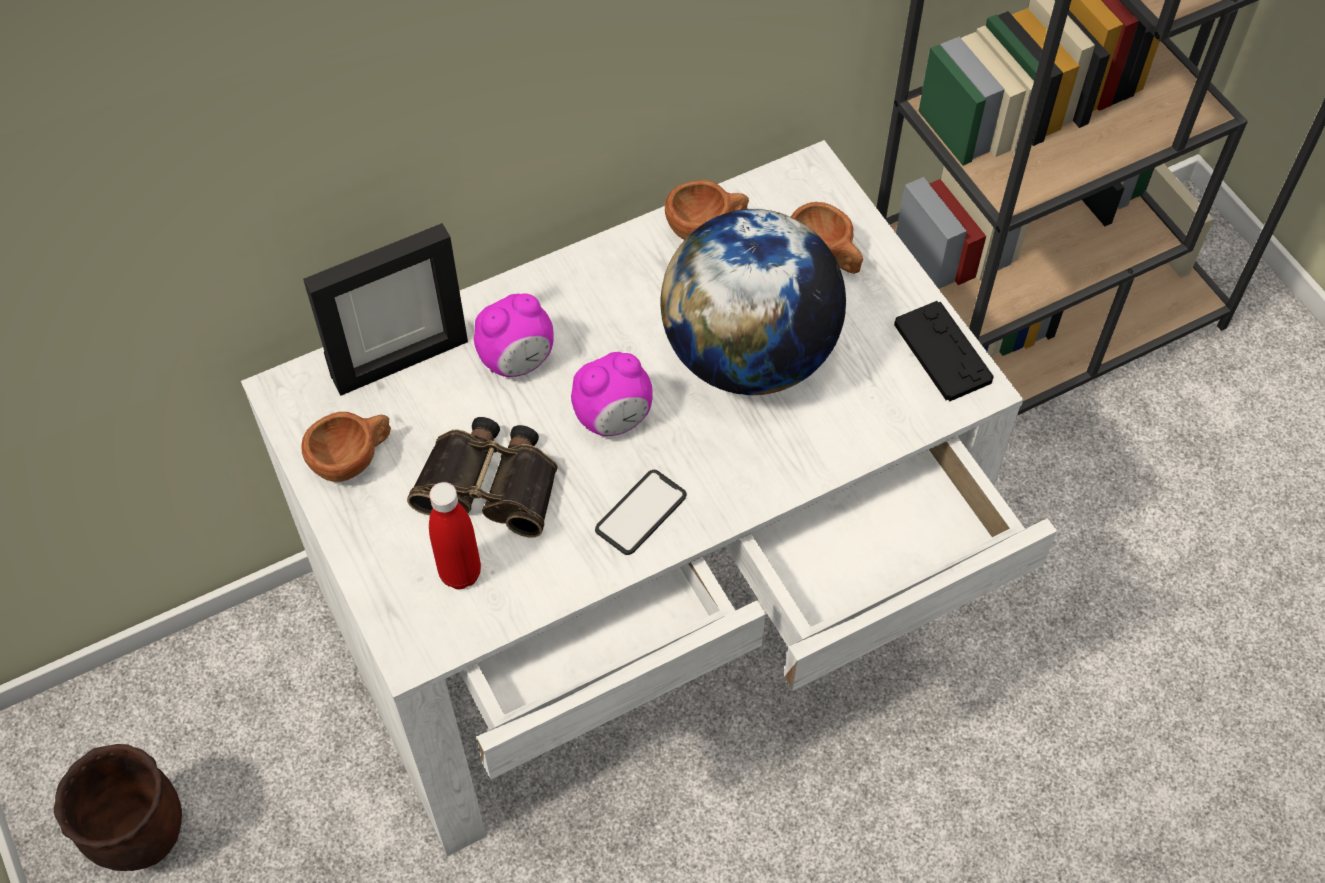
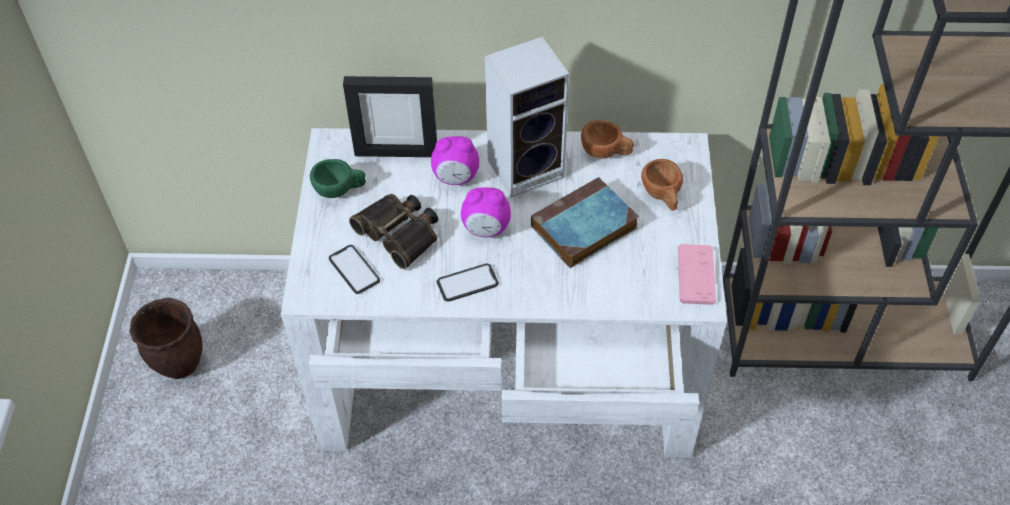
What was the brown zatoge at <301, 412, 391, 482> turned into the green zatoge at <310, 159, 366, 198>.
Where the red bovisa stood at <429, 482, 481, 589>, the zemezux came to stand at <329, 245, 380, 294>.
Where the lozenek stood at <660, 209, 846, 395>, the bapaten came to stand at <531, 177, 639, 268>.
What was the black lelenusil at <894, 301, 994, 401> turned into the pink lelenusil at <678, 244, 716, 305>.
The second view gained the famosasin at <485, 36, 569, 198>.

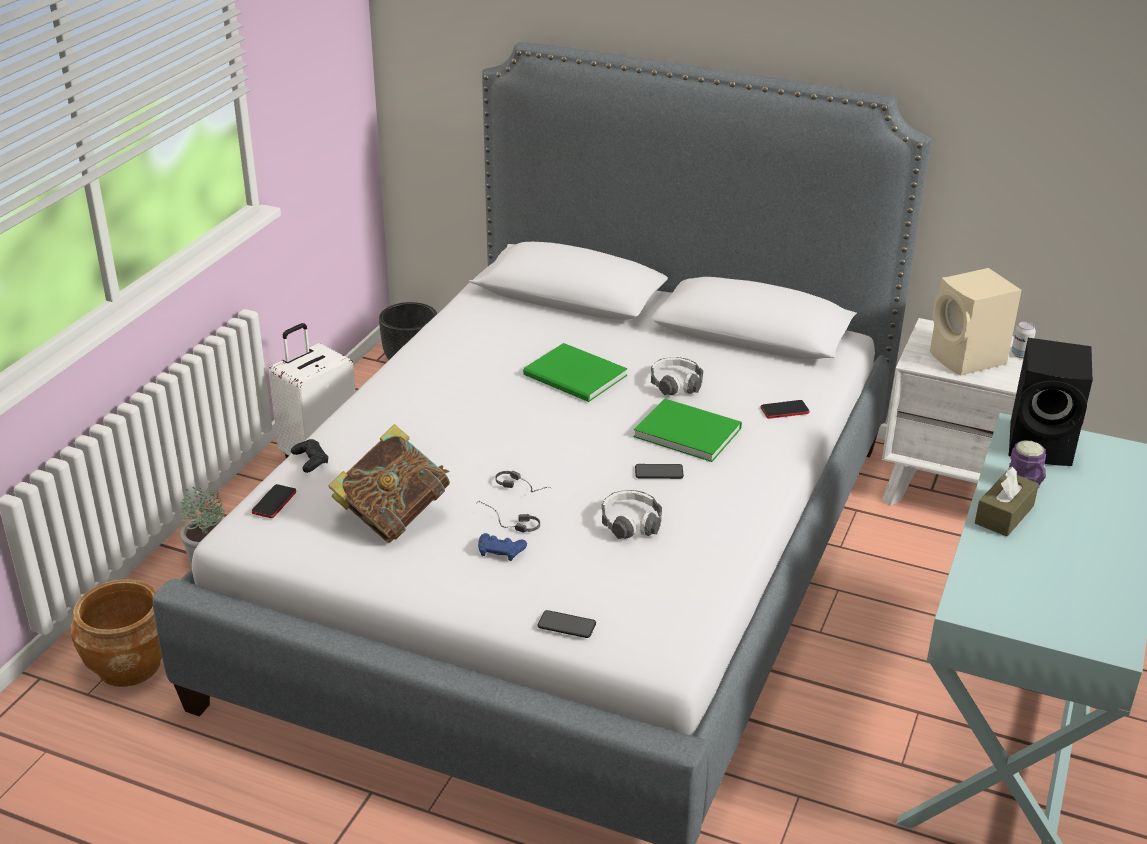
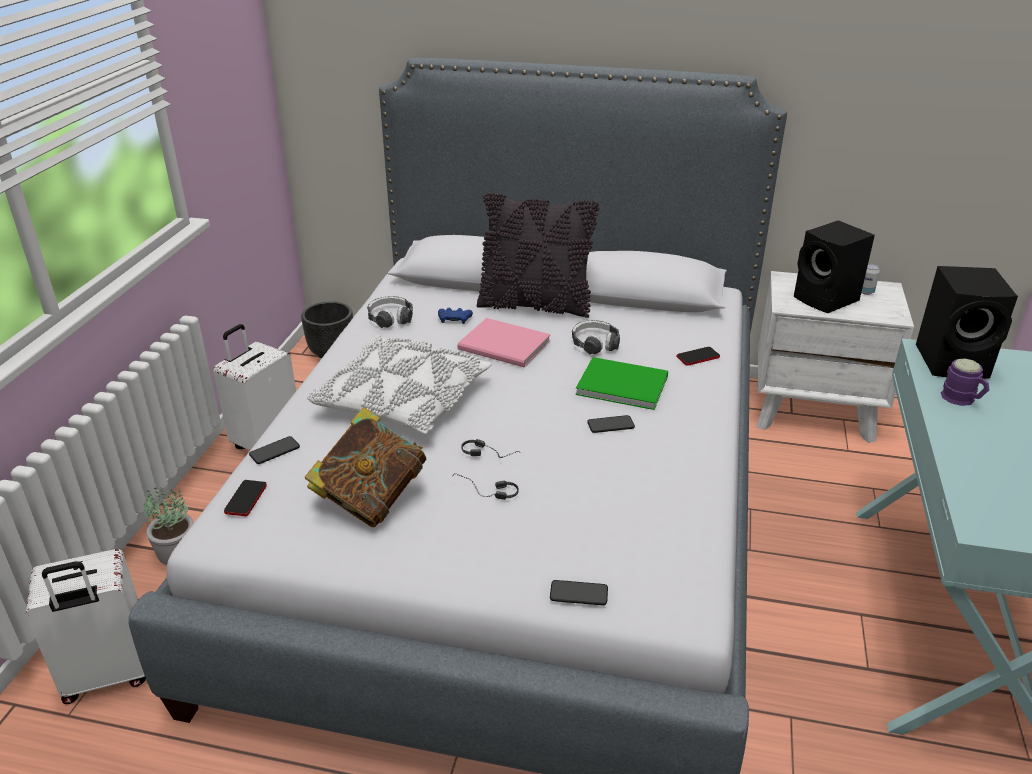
Where the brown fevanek stood at <70, 579, 162, 687>, the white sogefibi came to stand at <26, 549, 146, 704>.
Where the black lelenusil stood at <291, 439, 328, 473>, the zemezux came to stand at <249, 436, 300, 464>.
The blue lelenusil ended up elsewhere, having gone from <478, 533, 527, 561> to <438, 308, 473, 324>.
What was the green bapaten at <523, 343, 628, 402> turned into the pink bapaten at <458, 318, 551, 368>.
The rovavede ended up elsewhere, having gone from <602, 490, 662, 539> to <367, 296, 413, 328>.
What was the beige famosasin at <930, 268, 1022, 376> turned into the black famosasin at <794, 220, 875, 313>.
The second view lost the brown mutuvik at <975, 467, 1039, 536>.
The second view gained the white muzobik at <307, 335, 492, 435>.
The second view gained the black muzobik at <477, 192, 600, 318>.

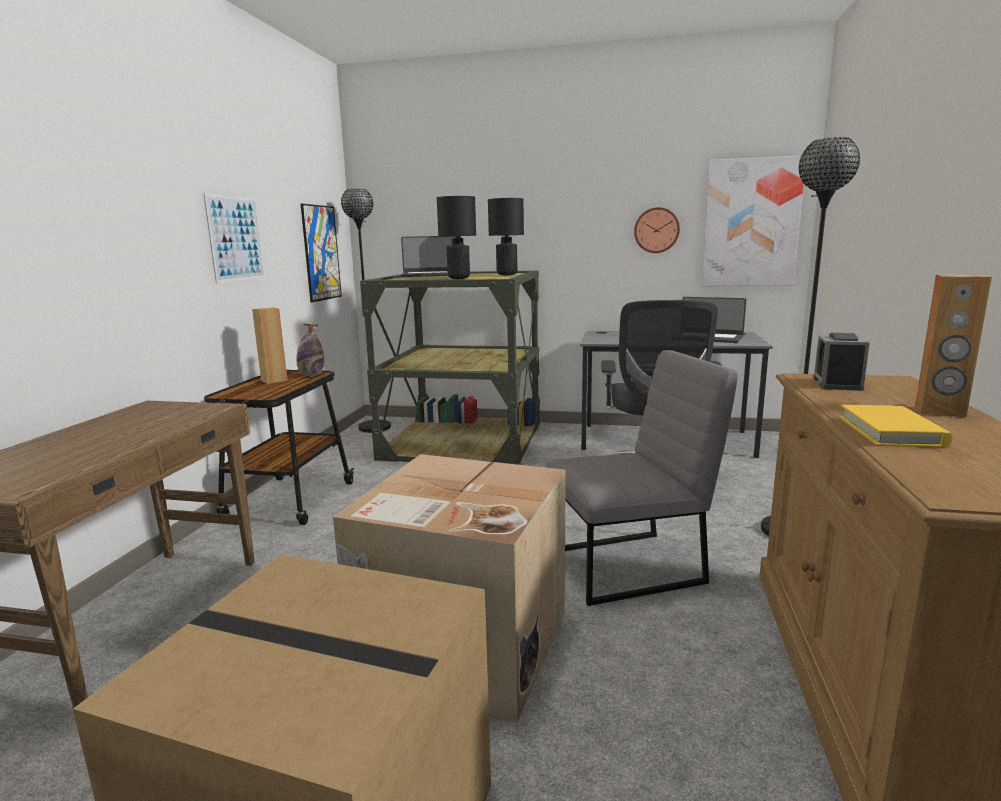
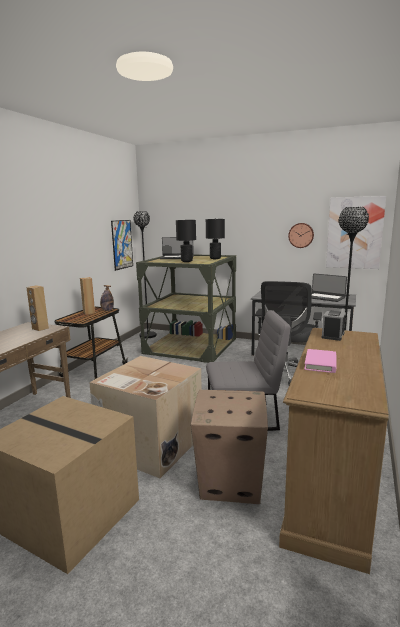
The second view lost the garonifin at <203, 193, 265, 283>.
What was the yellow bapaten at <839, 405, 953, 448> turned into the pink bapaten at <304, 349, 336, 373>.
The brown famosasin ended up elsewhere, having gone from <915, 274, 992, 417> to <26, 285, 49, 331>.
The second view gained the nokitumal at <191, 390, 268, 504>.

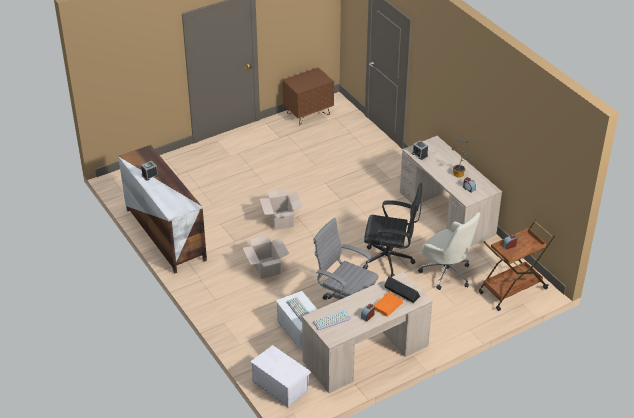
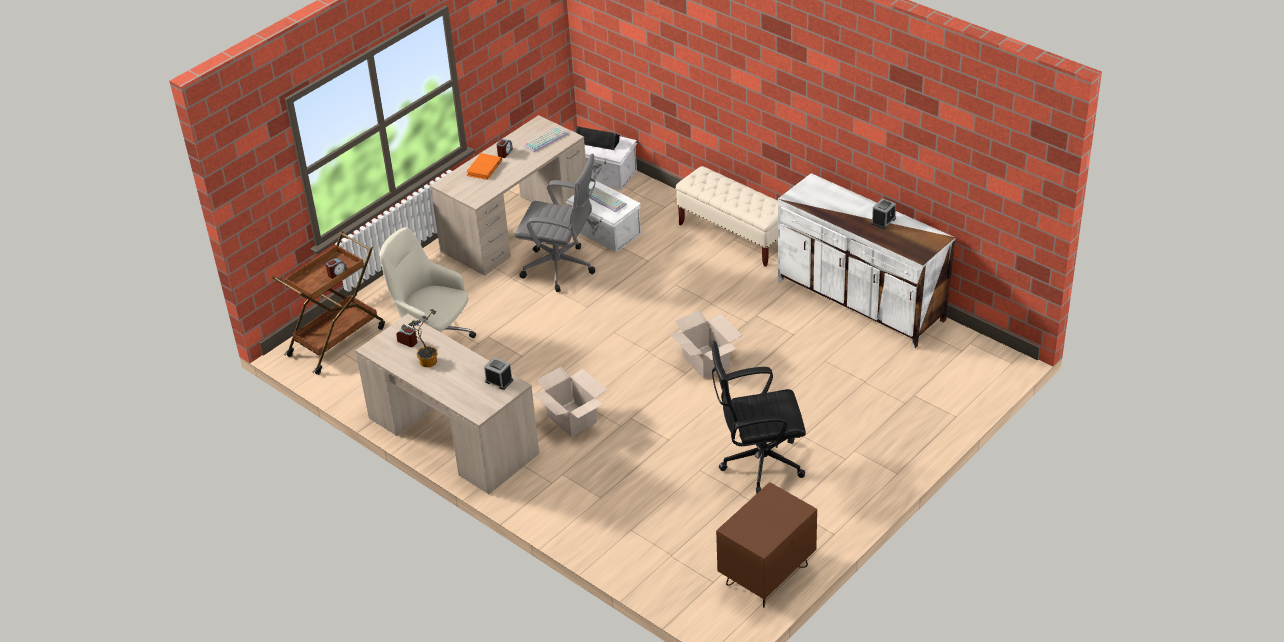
The nokitumal ended up elsewhere, having gone from <243, 235, 289, 279> to <532, 367, 607, 437>.
The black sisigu ended up elsewhere, having gone from <363, 183, 422, 277> to <712, 340, 806, 494>.
The black famosasin ended up elsewhere, having gone from <384, 276, 420, 303> to <576, 126, 620, 150>.
The second view gained the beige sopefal at <676, 166, 778, 267>.

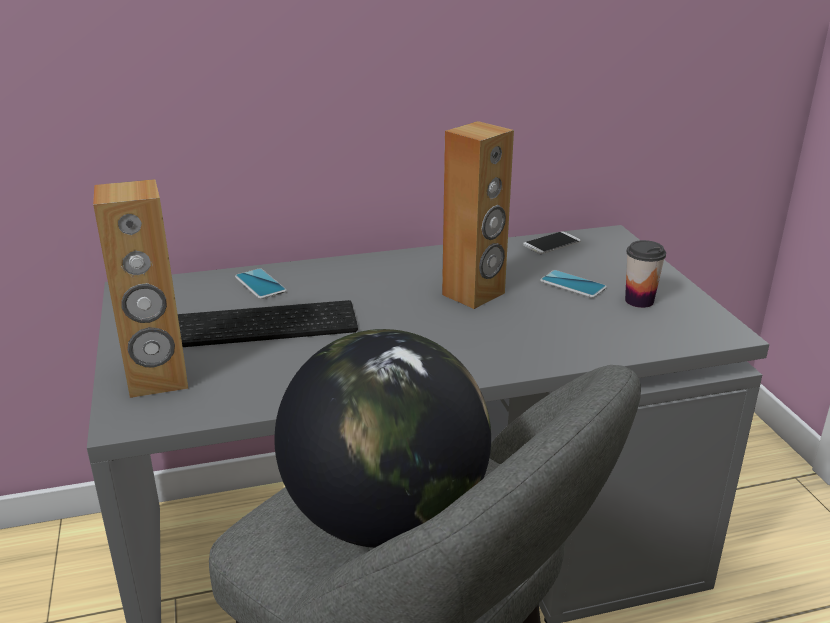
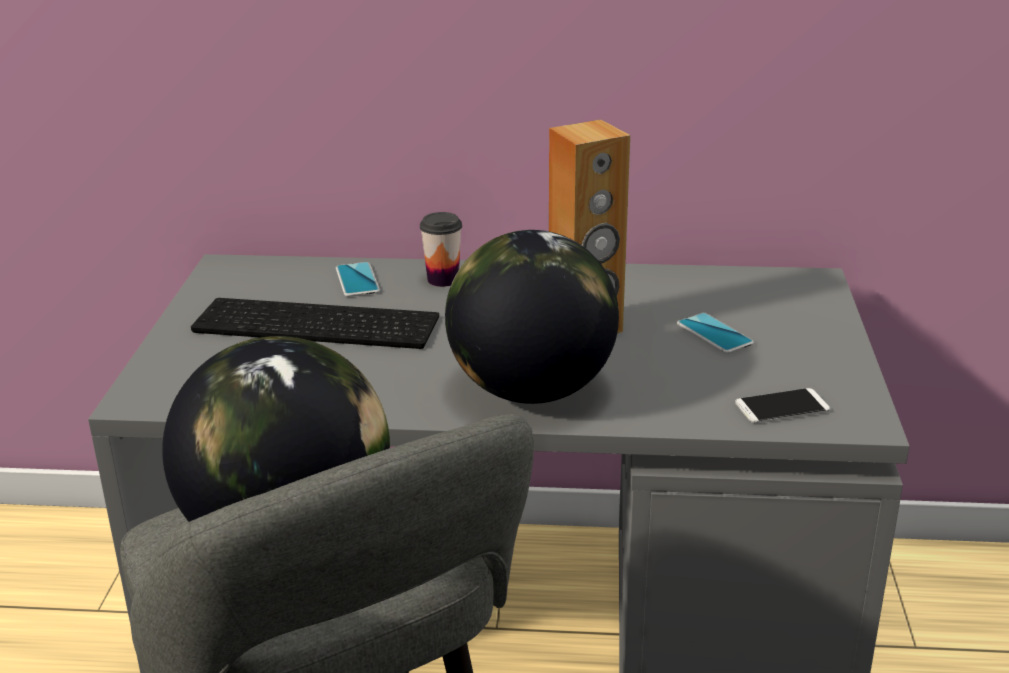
The second view lost the brown famosasin at <93, 179, 188, 398>.
The zemezux ended up elsewhere, having gone from <523, 231, 581, 254> to <735, 388, 830, 423>.
The zatoge ended up elsewhere, having gone from <625, 240, 666, 308> to <420, 212, 462, 287>.
The second view gained the lozenek at <445, 230, 619, 404>.

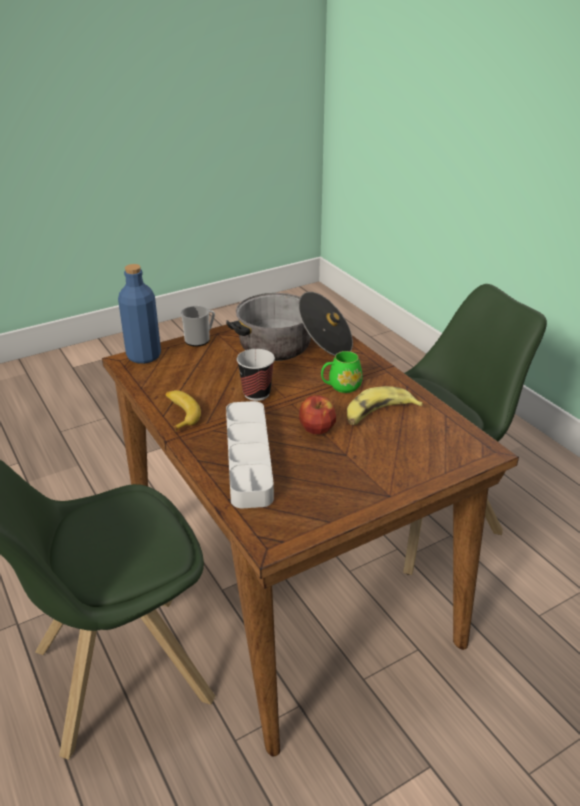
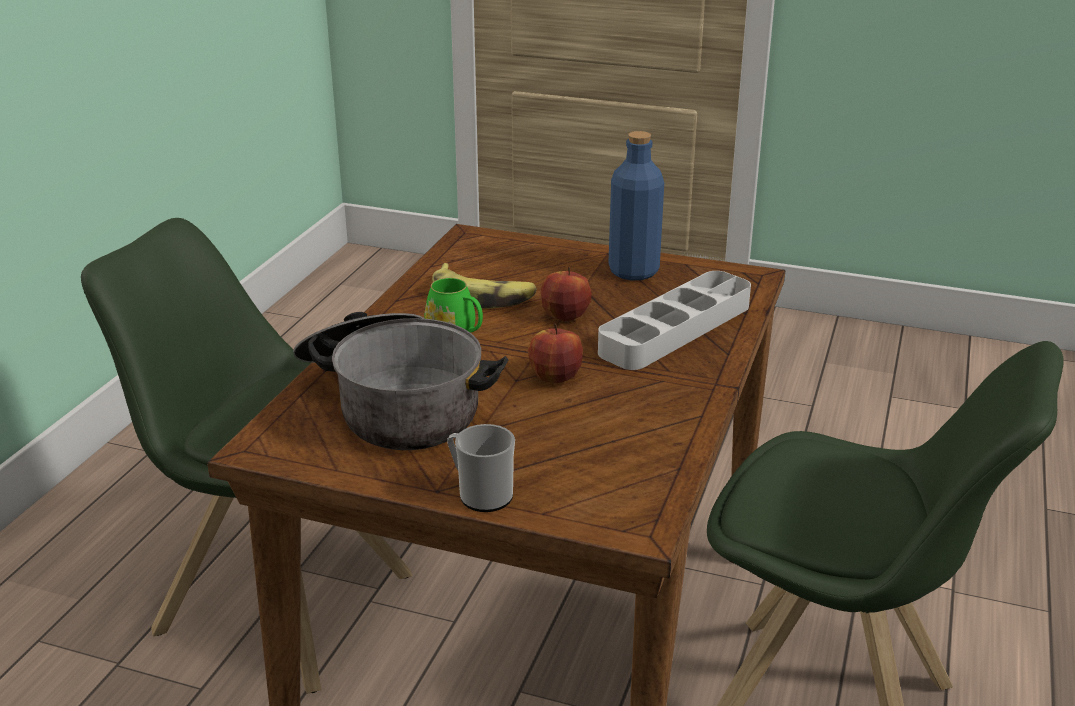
The blue bovisa ended up elsewhere, having gone from <118, 264, 161, 364> to <609, 131, 664, 281>.
The second view lost the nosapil at <166, 390, 201, 431>.
Where the zatoge stood at <237, 349, 275, 401>, the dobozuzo came to stand at <527, 324, 583, 383>.

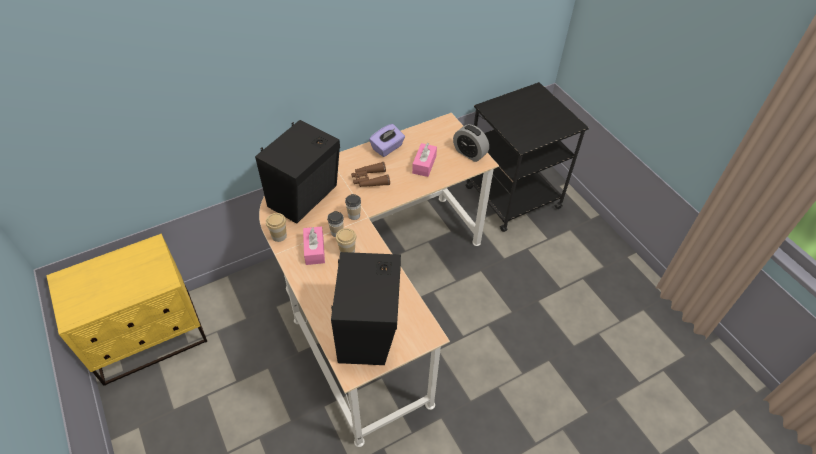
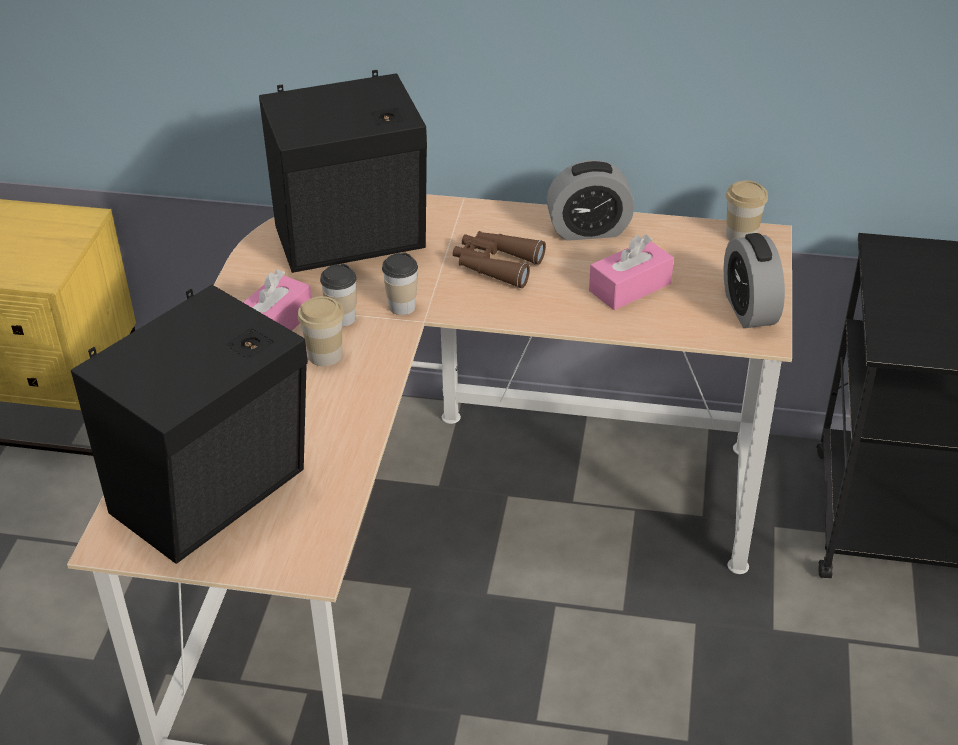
The zatoge ended up elsewhere, having gone from <266, 213, 287, 242> to <726, 180, 768, 241>.
Where the purple mutuvik stood at <369, 124, 405, 157>, the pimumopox came to stand at <547, 160, 635, 241>.

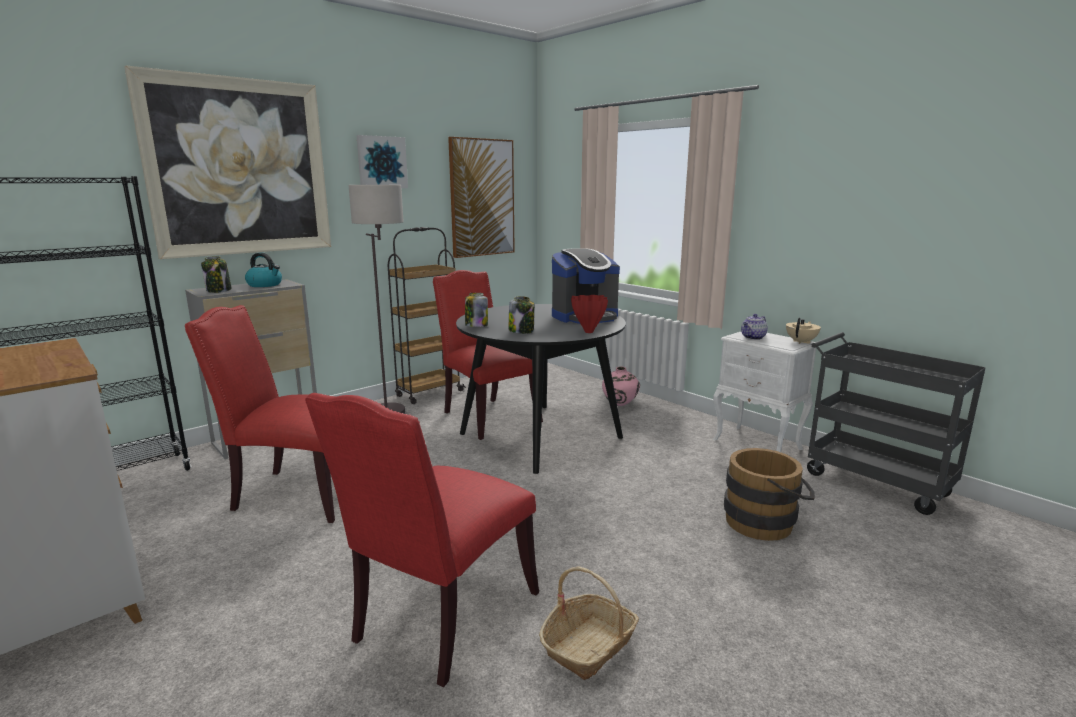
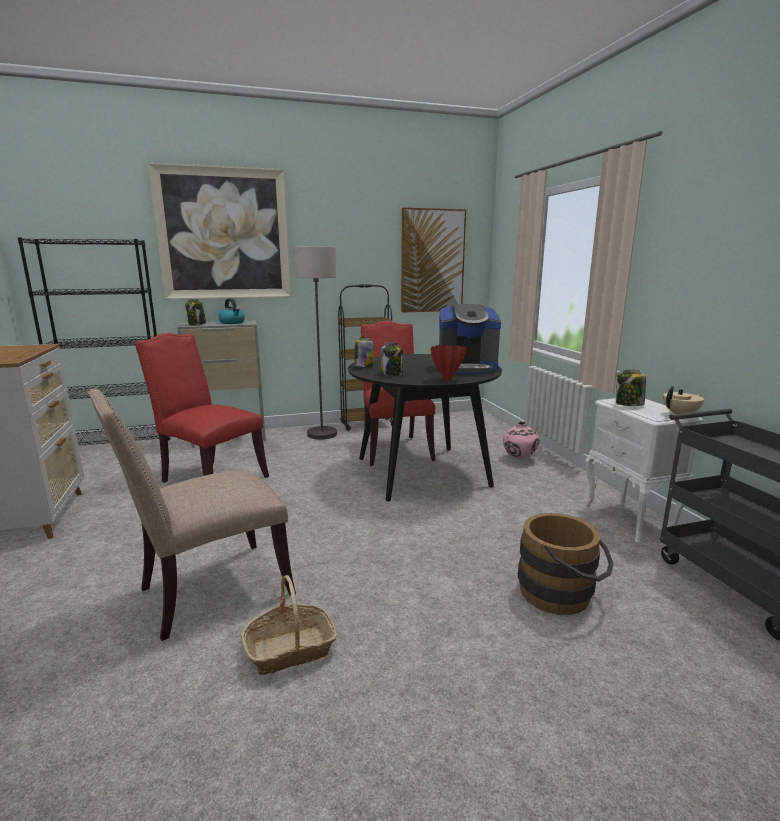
What was the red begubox at <305, 393, 539, 687> turned into the beige begubox at <87, 388, 296, 641>.
The second view lost the garonifin at <356, 135, 408, 188>.
Where the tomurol stood at <741, 314, 768, 340>, the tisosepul came to stand at <616, 370, 646, 406>.

